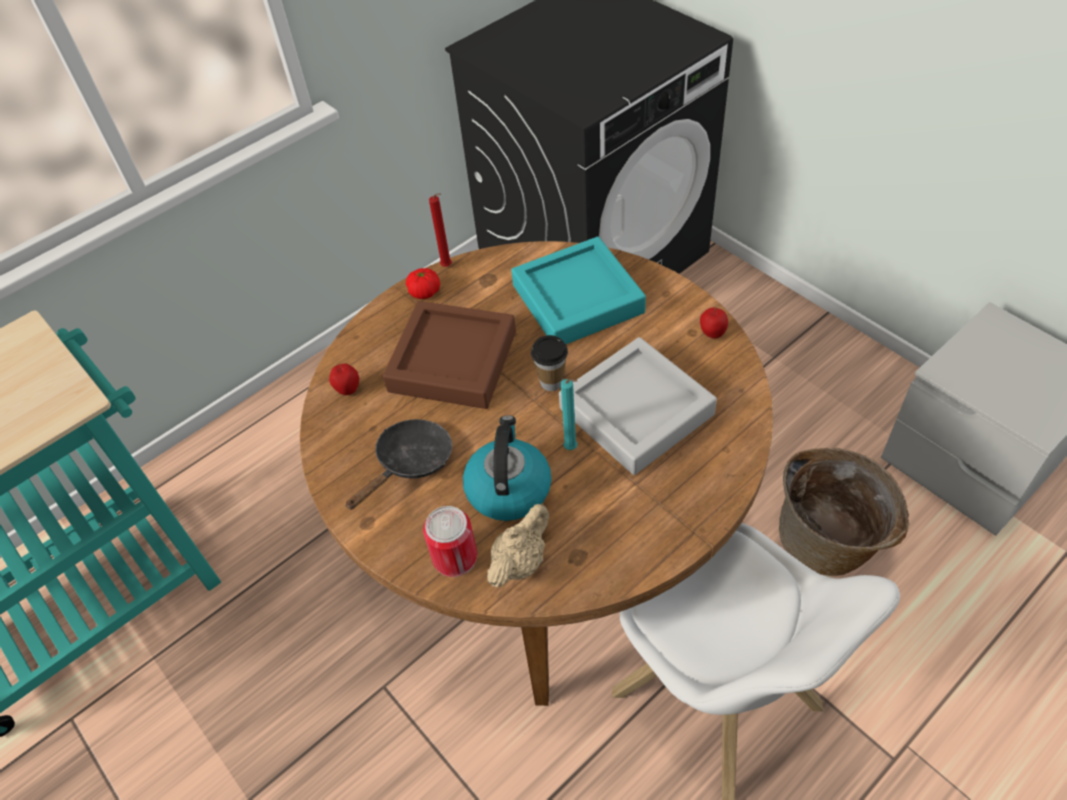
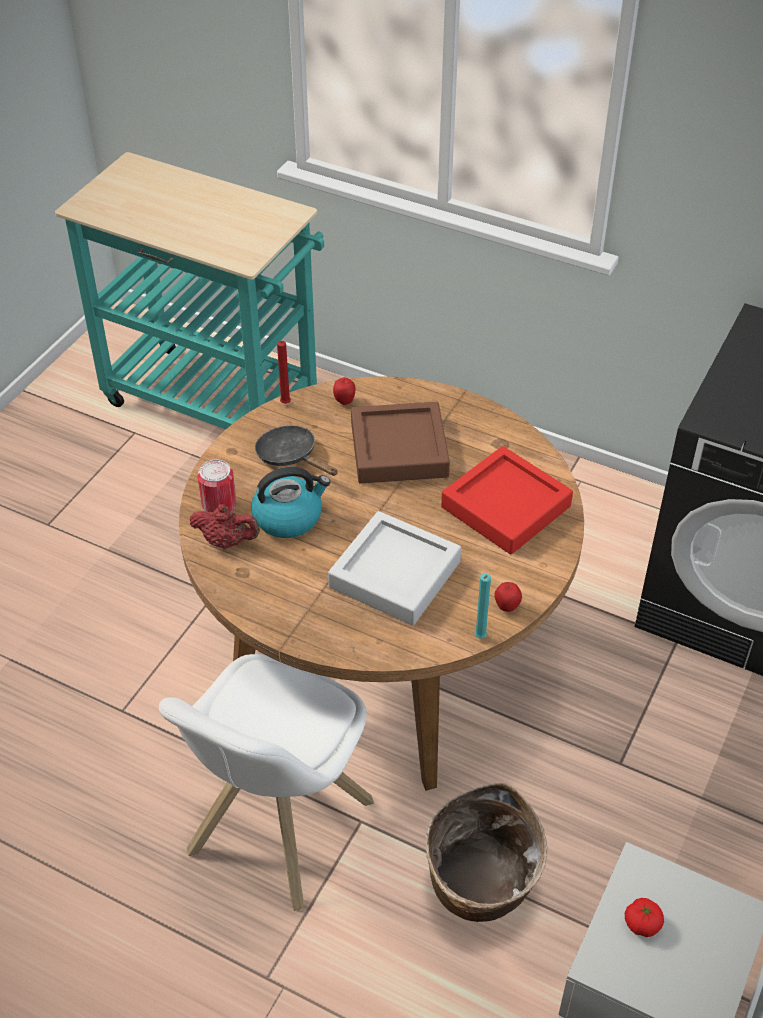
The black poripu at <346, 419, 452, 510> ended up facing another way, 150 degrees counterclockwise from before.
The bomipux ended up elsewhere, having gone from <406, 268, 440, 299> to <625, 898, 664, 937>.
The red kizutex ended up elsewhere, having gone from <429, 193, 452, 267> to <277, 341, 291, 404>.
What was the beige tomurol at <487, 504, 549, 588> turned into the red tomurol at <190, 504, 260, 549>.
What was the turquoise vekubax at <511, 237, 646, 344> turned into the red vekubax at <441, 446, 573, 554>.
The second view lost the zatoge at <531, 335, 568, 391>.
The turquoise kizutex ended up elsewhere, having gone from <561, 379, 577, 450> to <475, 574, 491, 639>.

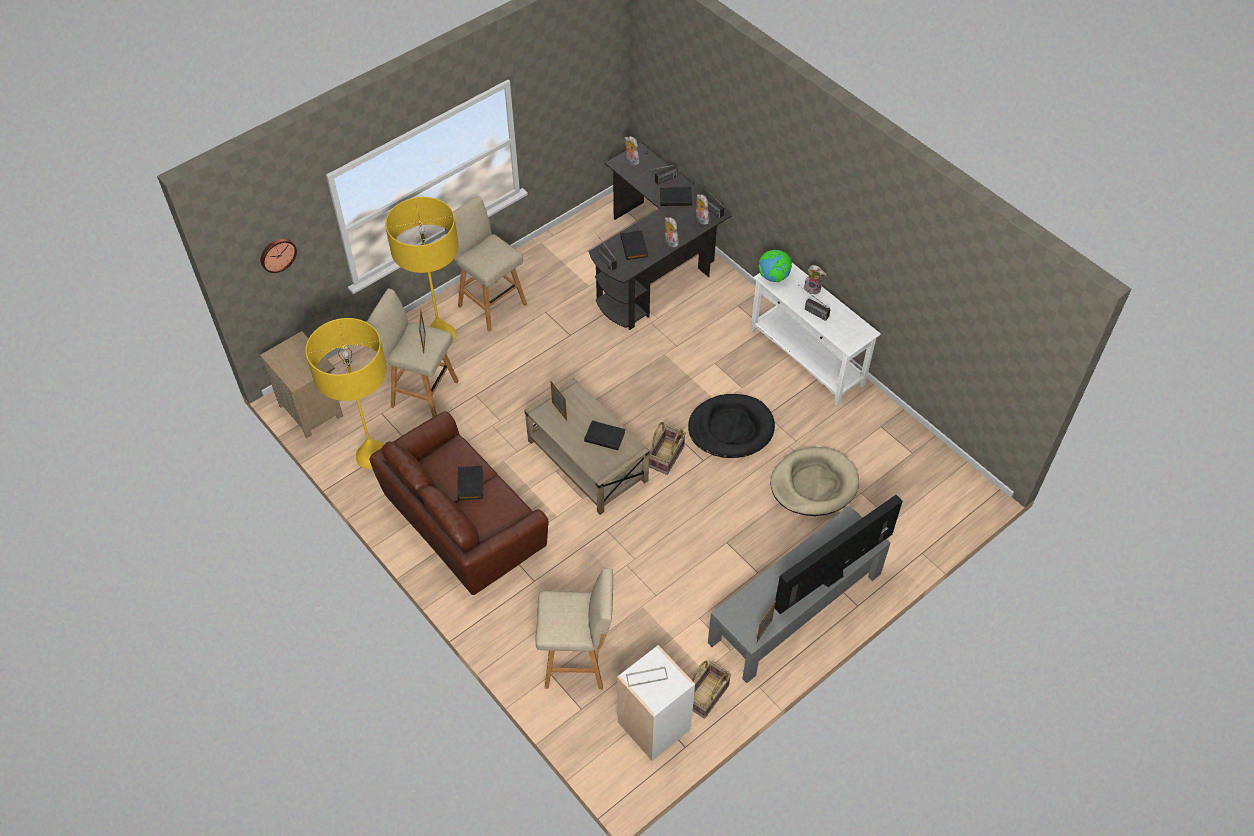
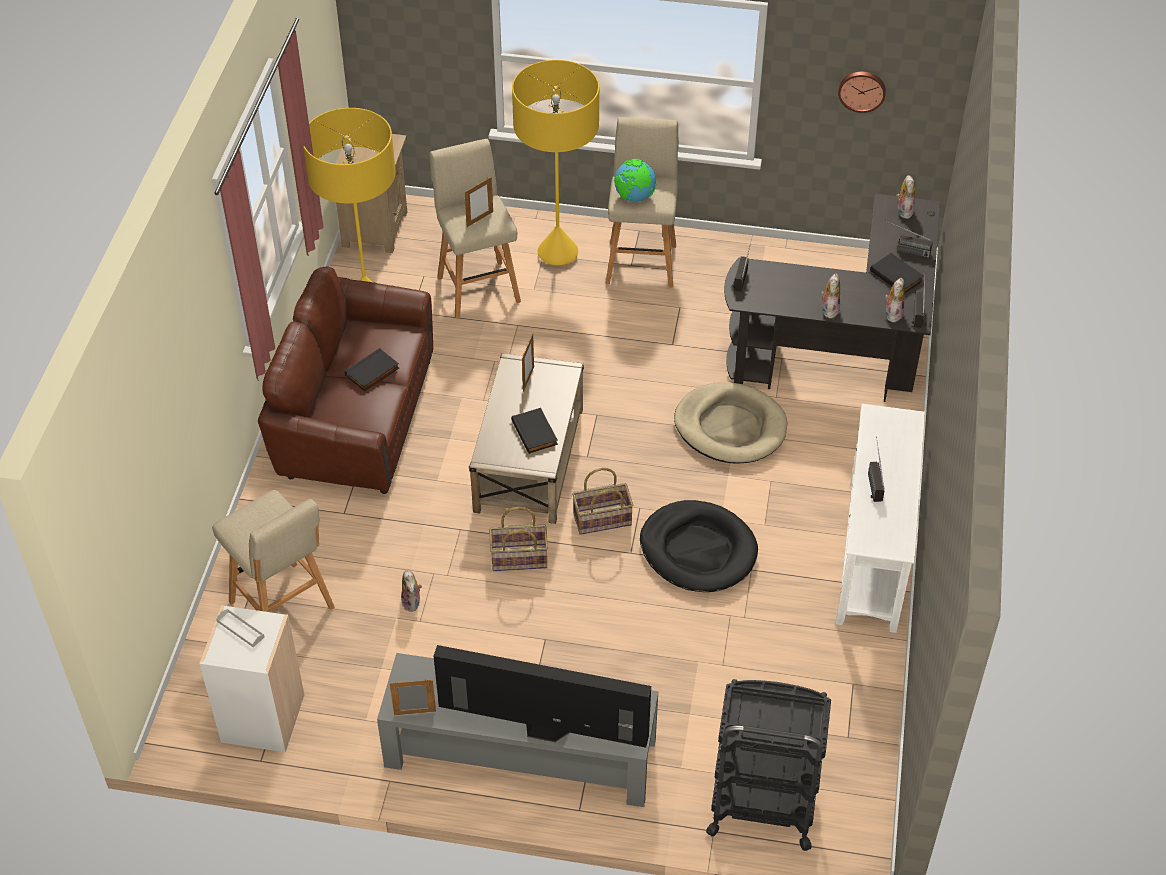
The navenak ended up elsewhere, having gone from <260, 239, 297, 273> to <838, 72, 886, 113>.
The second view lost the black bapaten at <620, 230, 648, 260>.
The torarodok ended up elsewhere, having gone from <692, 661, 731, 719> to <489, 507, 548, 571>.
The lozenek ended up elsewhere, having gone from <758, 250, 792, 282> to <614, 159, 656, 202>.
The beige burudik ended up elsewhere, having gone from <770, 447, 859, 516> to <674, 382, 787, 464>.
The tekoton ended up elsewhere, having gone from <804, 265, 827, 295> to <401, 569, 422, 612>.
The second view gained the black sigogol at <706, 679, 831, 851>.

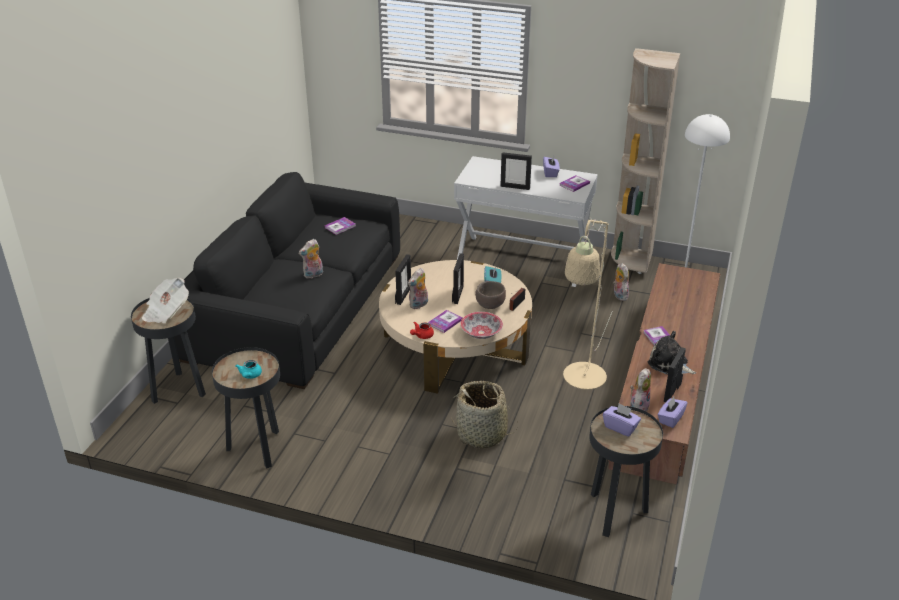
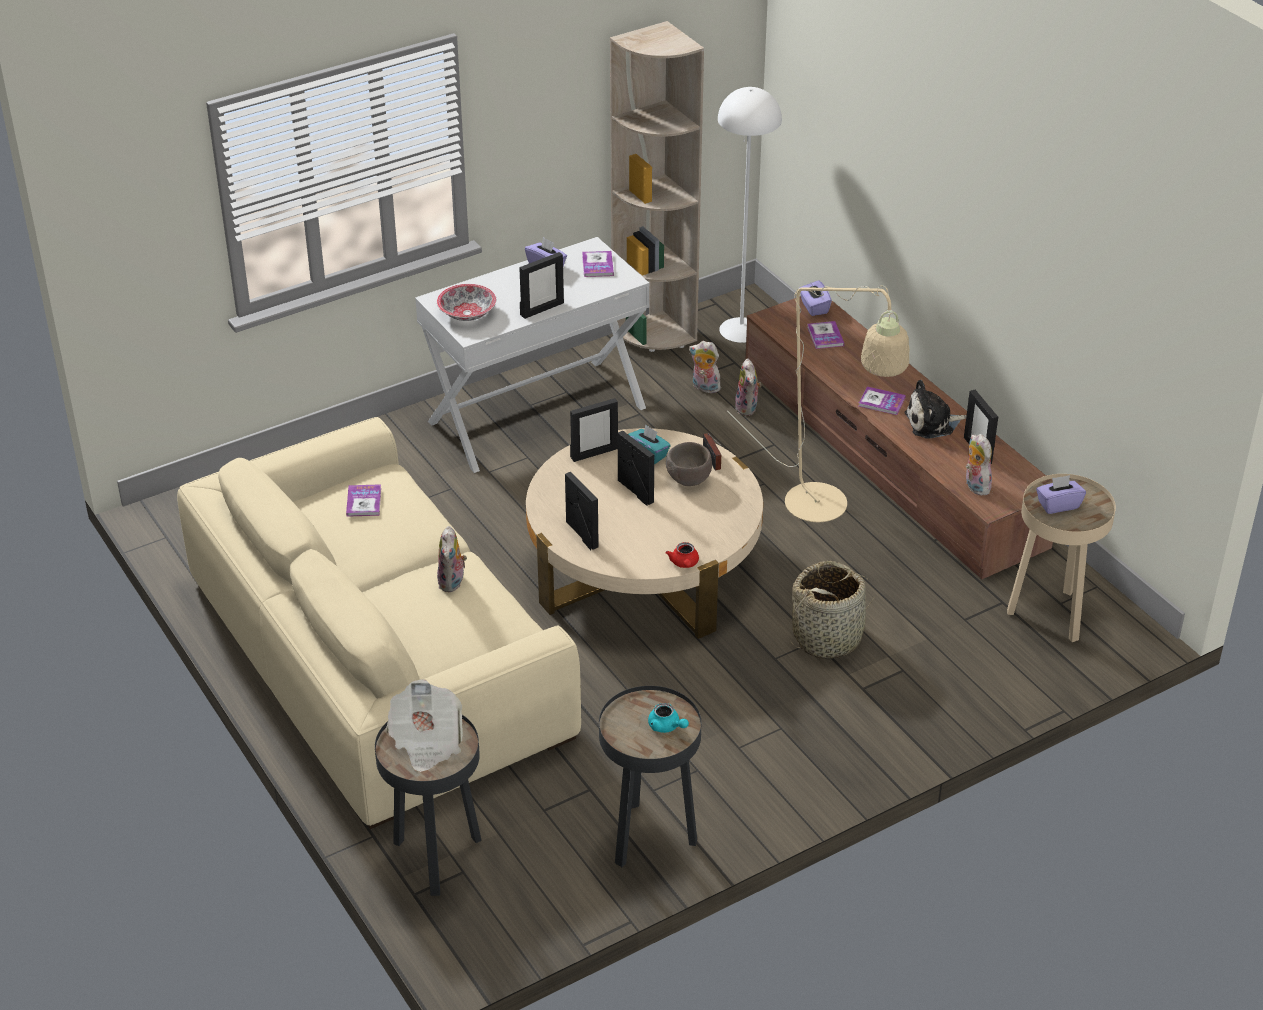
What was the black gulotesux at <174, 172, 400, 389> turned into the beige gulotesux at <177, 417, 581, 829>.
The tekoton ended up elsewhere, having gone from <408, 268, 428, 309> to <735, 358, 762, 416>.
The bapaten ended up elsewhere, having gone from <428, 310, 462, 333> to <807, 321, 844, 349>.
The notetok ended up elsewhere, having gone from <460, 312, 503, 339> to <437, 284, 496, 321>.
What was the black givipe at <589, 406, 663, 537> turned into the beige givipe at <1007, 474, 1116, 642>.
The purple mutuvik ended up elsewhere, having gone from <658, 397, 687, 428> to <800, 280, 832, 316>.
The second view gained the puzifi at <570, 398, 618, 462>.

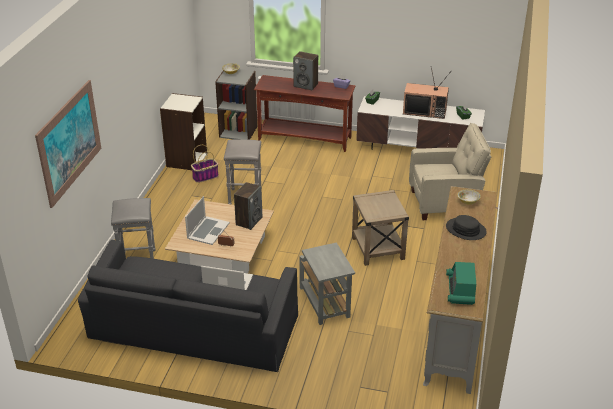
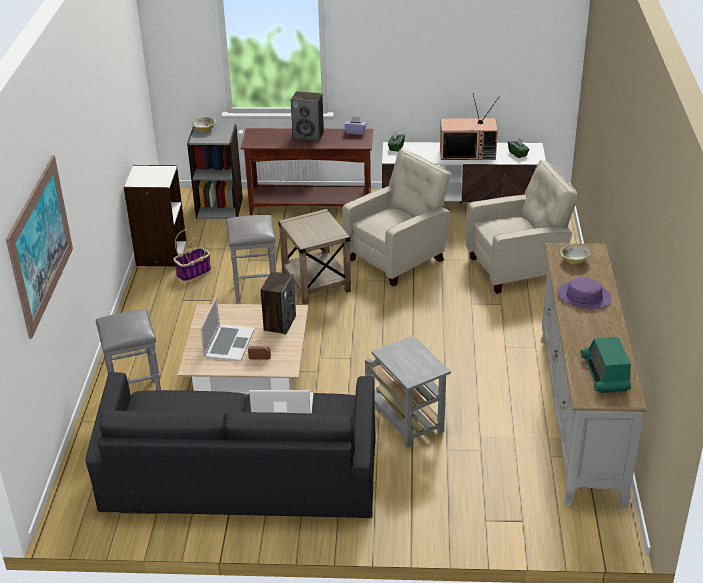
The beige givipe ended up elsewhere, having gone from <352, 190, 409, 266> to <278, 209, 351, 304>.
What was the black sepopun at <446, 215, 487, 240> turned into the purple sepopun at <557, 278, 612, 309>.
The second view gained the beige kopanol at <343, 150, 452, 287>.

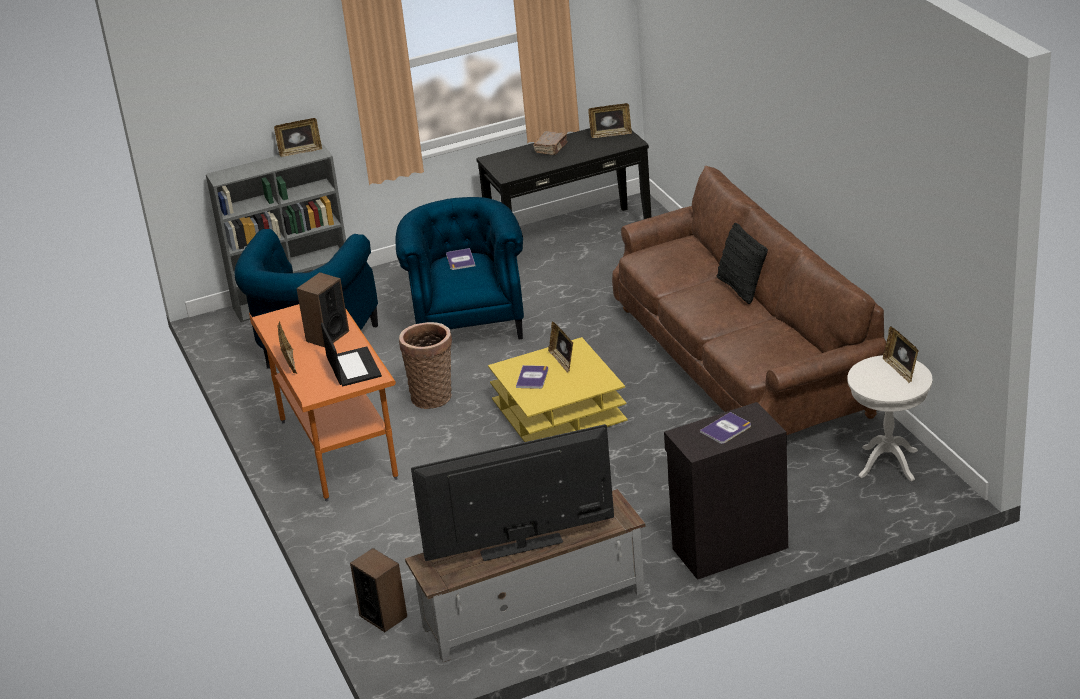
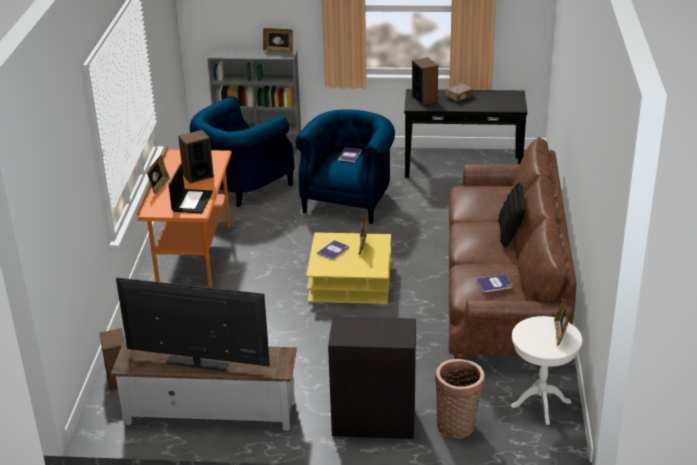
The torarodok ended up elsewhere, having gone from <399, 322, 452, 409> to <435, 359, 484, 439>.
The second view lost the puzifi at <588, 103, 632, 138>.
The bapaten ended up elsewhere, having gone from <700, 412, 751, 444> to <476, 274, 512, 292>.
The second view gained the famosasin at <412, 57, 438, 105>.

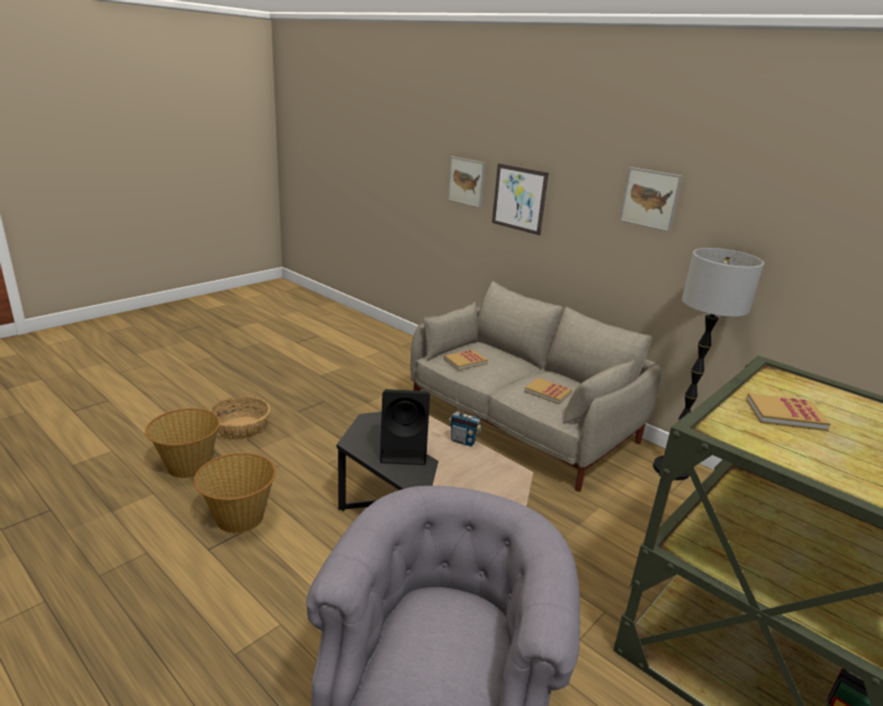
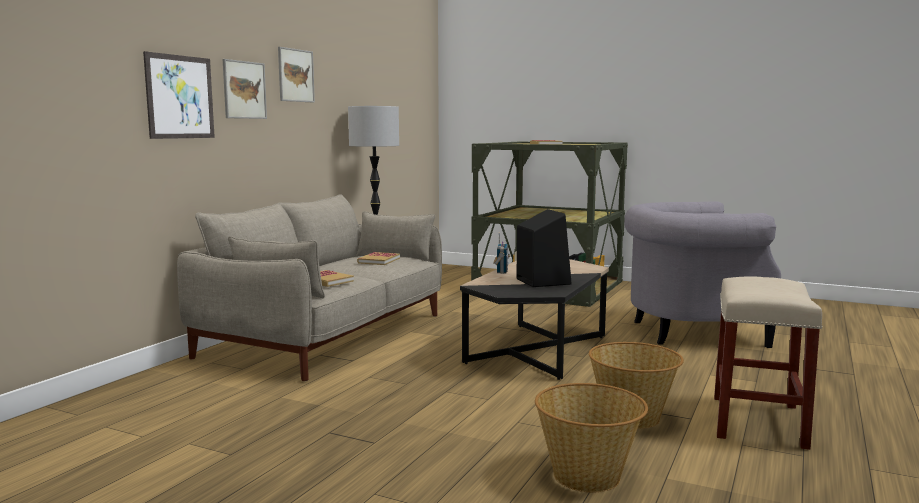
The second view lost the torarodok at <210, 396, 270, 440>.
The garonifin ended up elsewhere, having gone from <448, 156, 485, 208> to <223, 59, 267, 119>.
The second view gained the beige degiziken at <714, 276, 822, 450>.

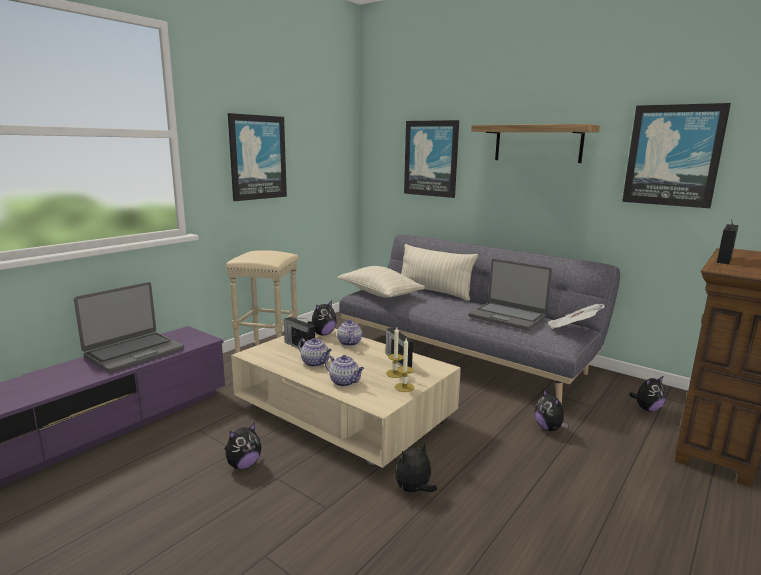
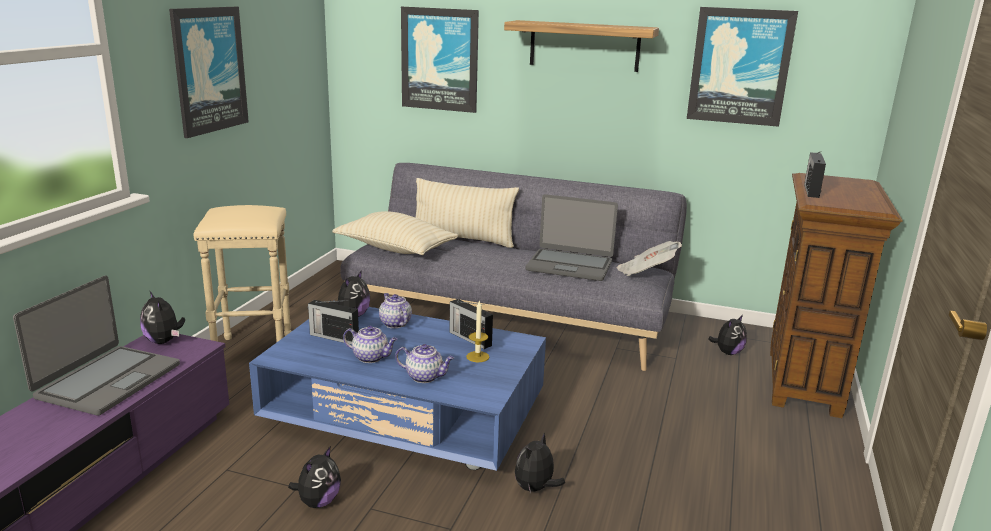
What was the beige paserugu at <231, 329, 461, 468> turned into the blue paserugu at <249, 307, 546, 471>.
The second view lost the kizutex at <395, 338, 415, 392>.
The tekoton ended up elsewhere, having gone from <535, 389, 569, 431> to <140, 290, 185, 344>.

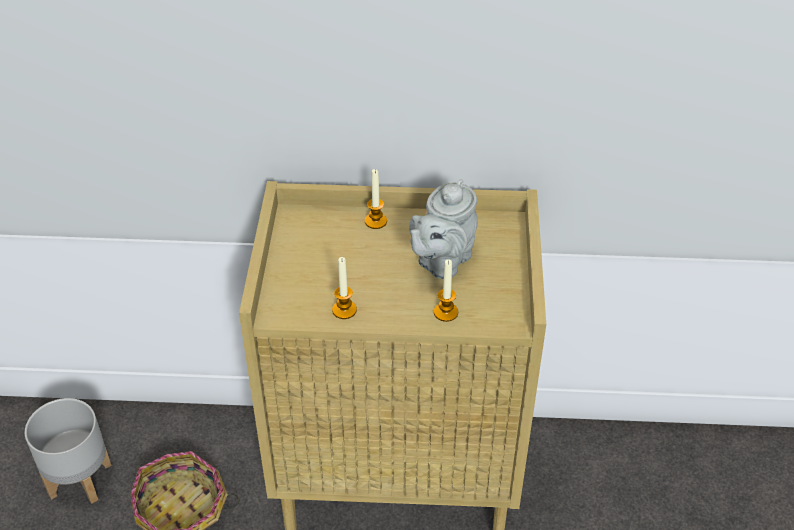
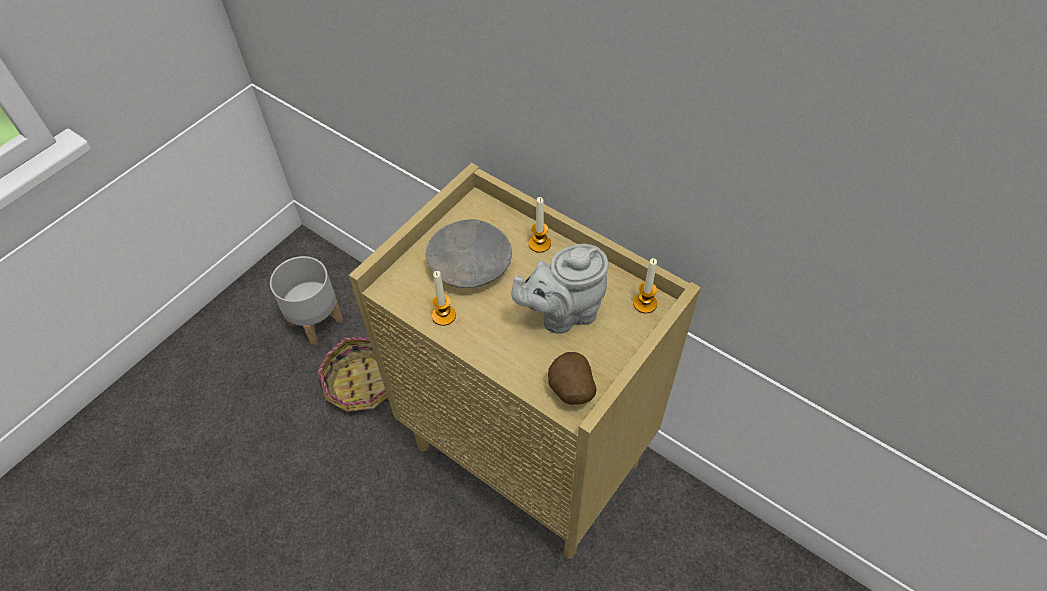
The kizutex ended up elsewhere, having gone from <434, 259, 458, 322> to <633, 258, 657, 313>.
The second view gained the grey notetok at <426, 219, 512, 288>.
The second view gained the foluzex at <548, 352, 597, 405>.

